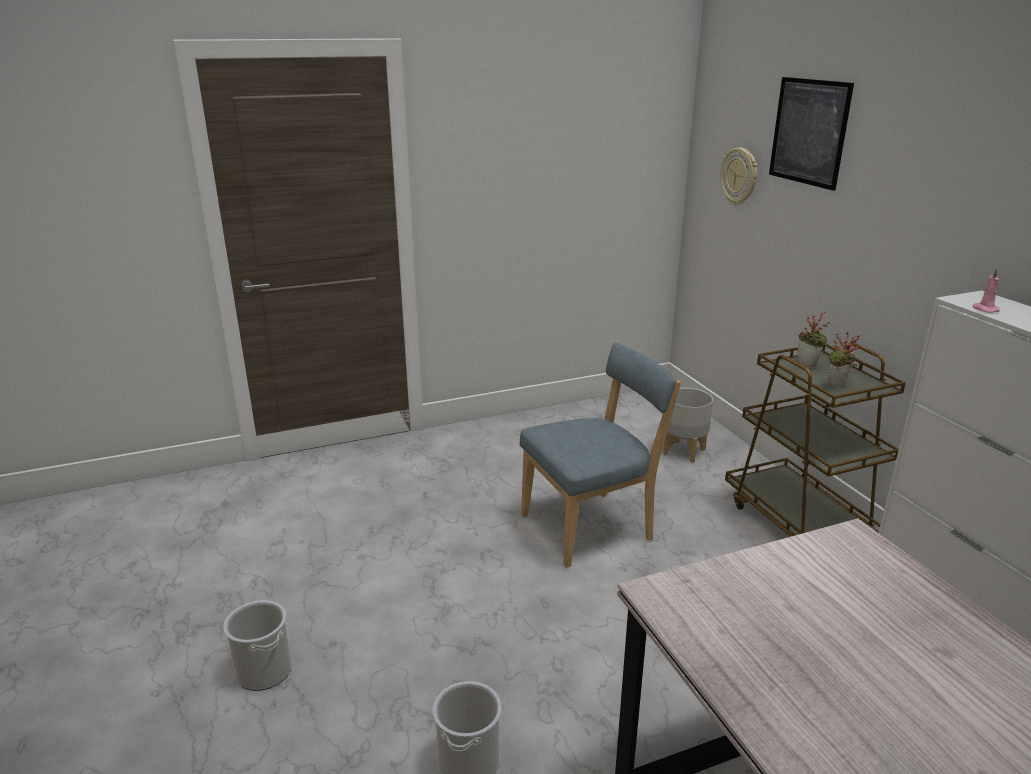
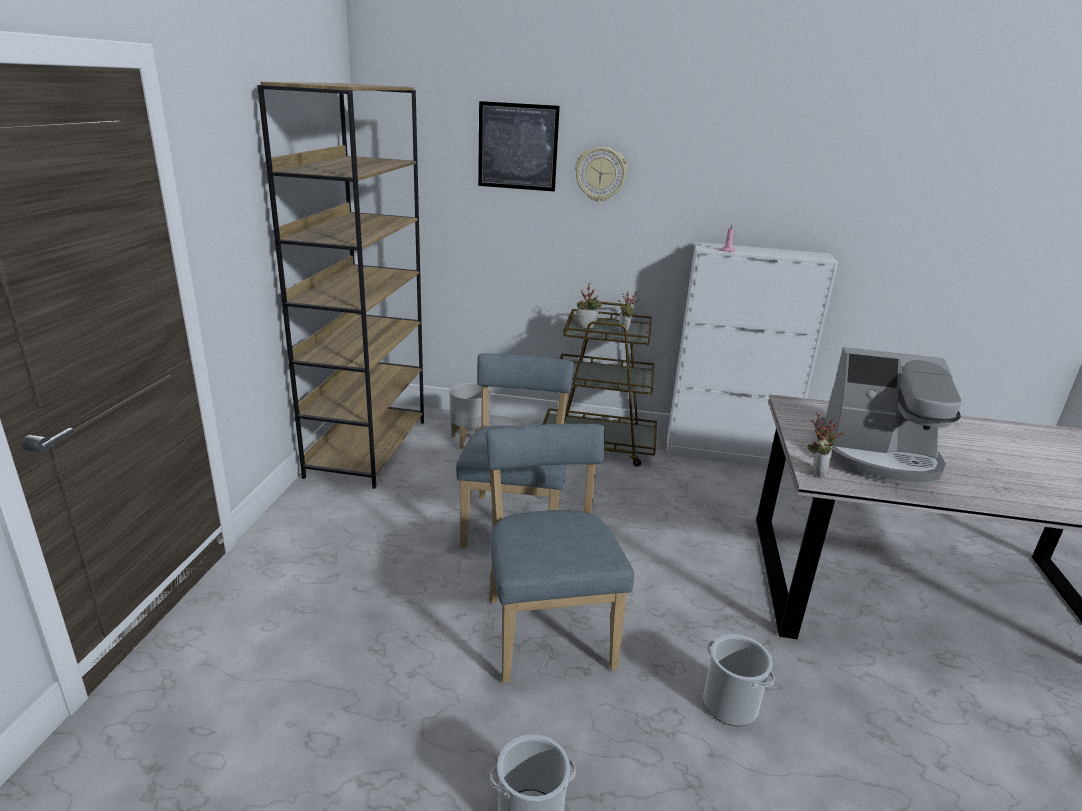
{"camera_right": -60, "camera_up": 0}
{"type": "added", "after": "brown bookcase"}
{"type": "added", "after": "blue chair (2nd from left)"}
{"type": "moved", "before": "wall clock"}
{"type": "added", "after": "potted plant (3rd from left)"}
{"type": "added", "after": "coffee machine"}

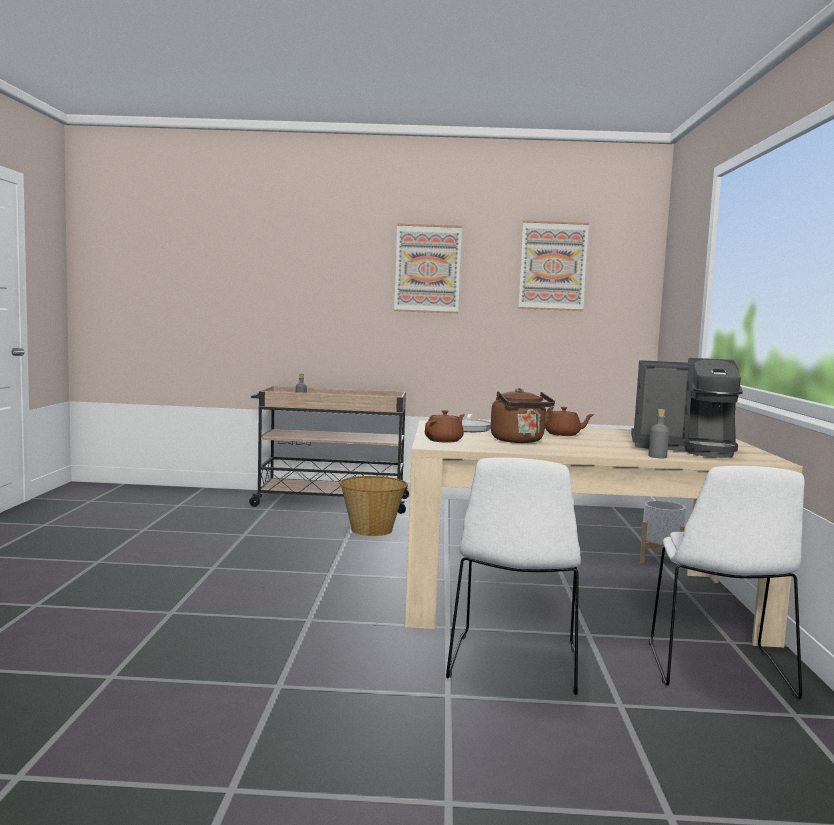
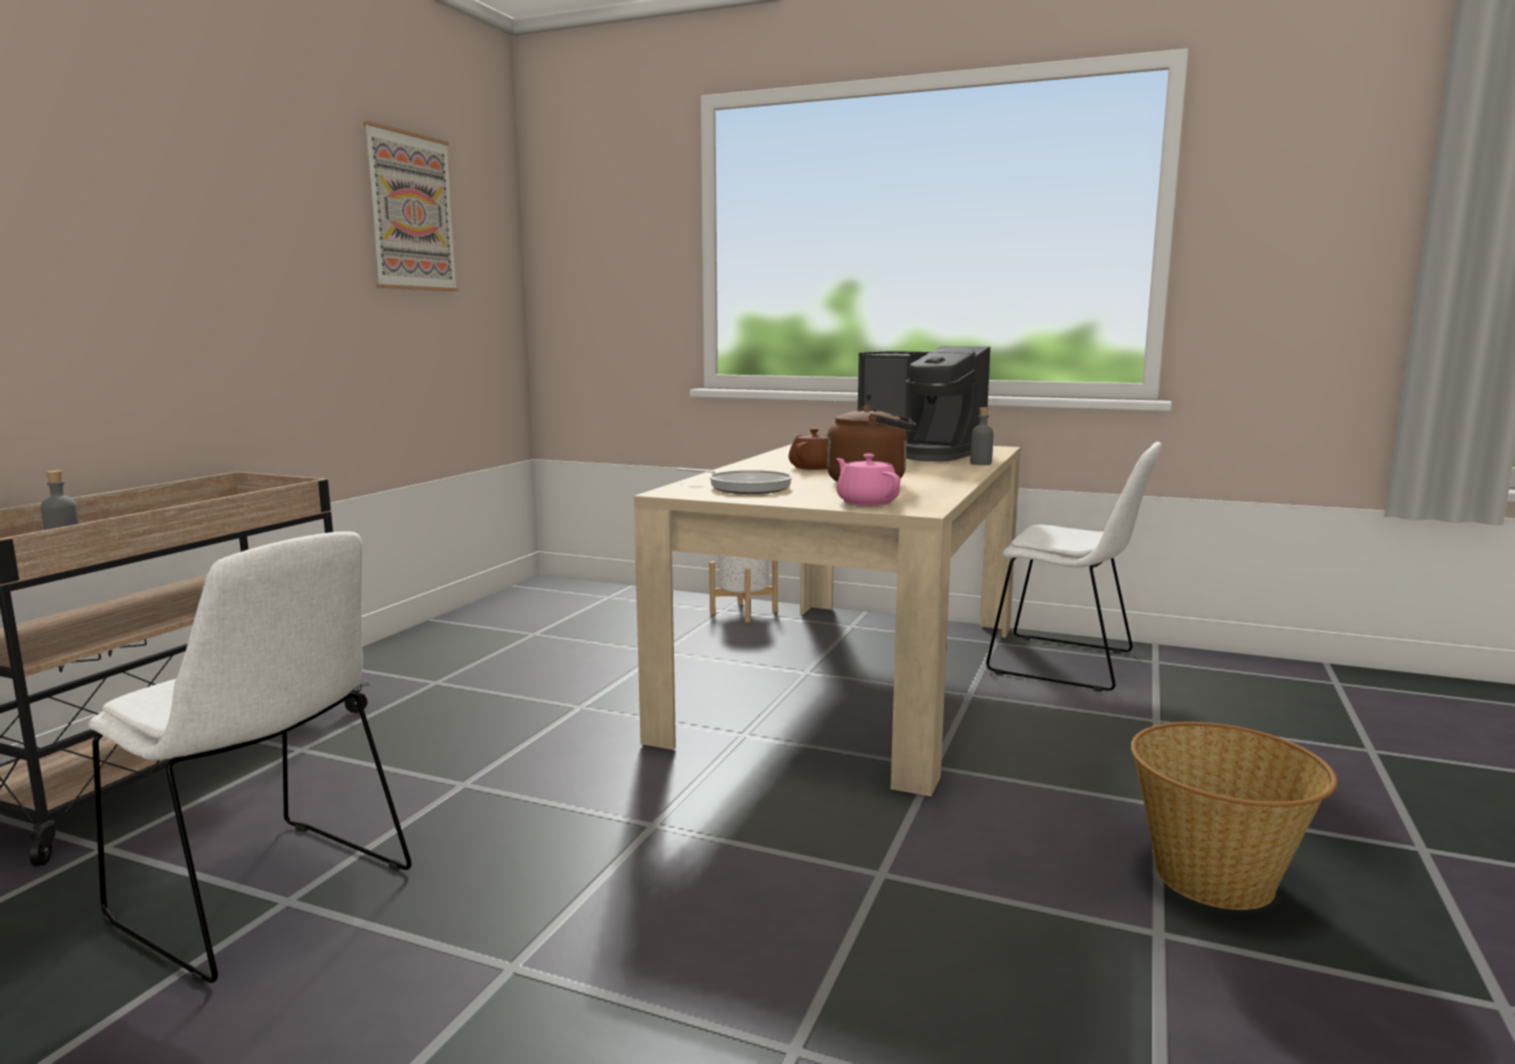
{"camera_right": -70, "camera_up": 5}
{"type": "moved", "before": "white chair (1st from left)"}
{"type": "recoloured", "before": "brown teapot (1st from left)", "after": "pink teapot"}
{"type": "turned", "before": "coffee machine", "turn": 90}
{"type": "moved", "before": "basket"}
{"type": "removed", "before": "picture (1st from left)"}

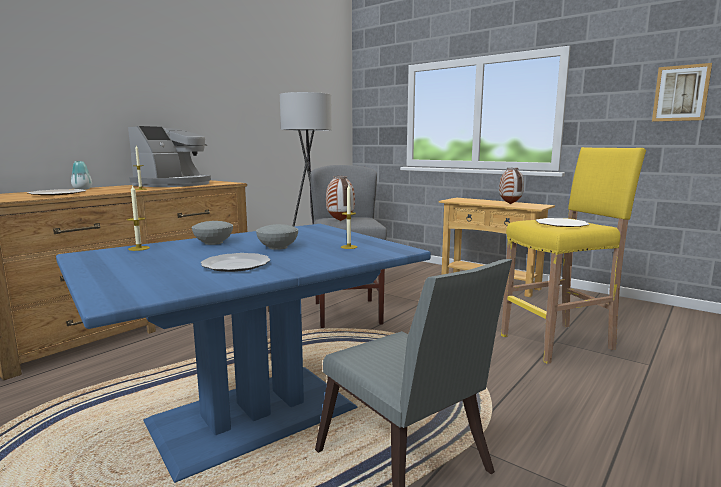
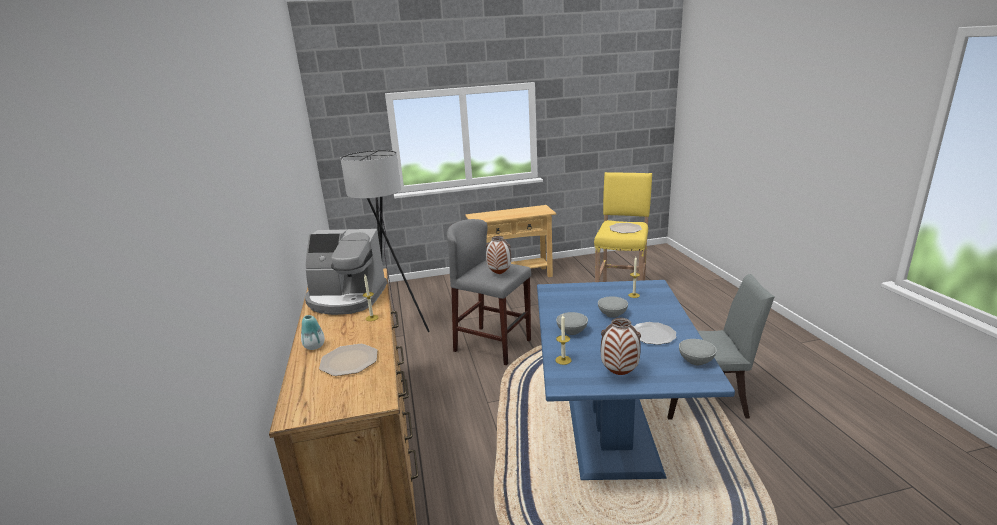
{"camera_right": -50, "camera_up": 10}
{"type": "turned", "before": "coffee machine", "turn": 120}
{"type": "moved", "before": "vase (3rd from left)"}
{"type": "added", "after": "grey bowl (3rd from left)"}
{"type": "removed", "before": "picture"}

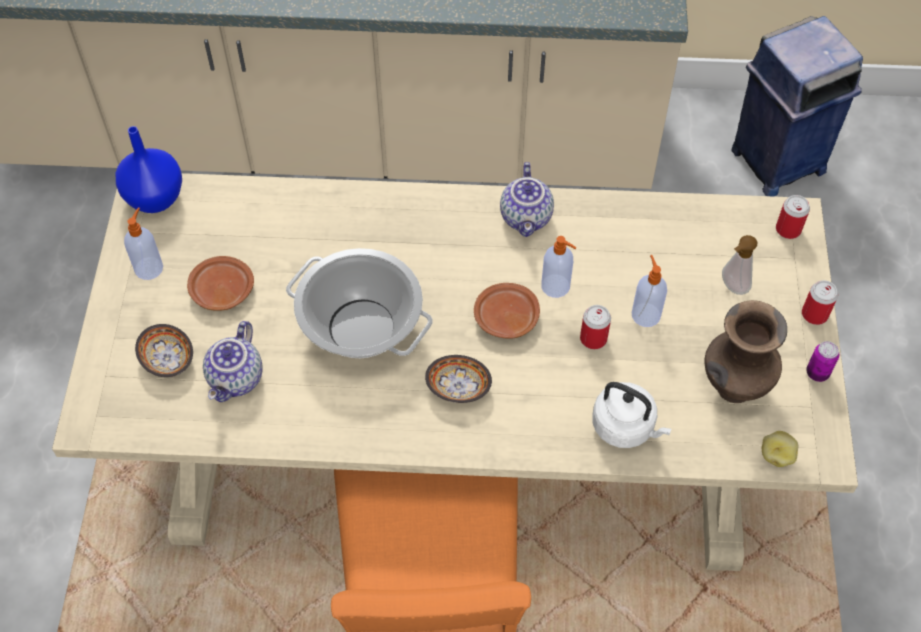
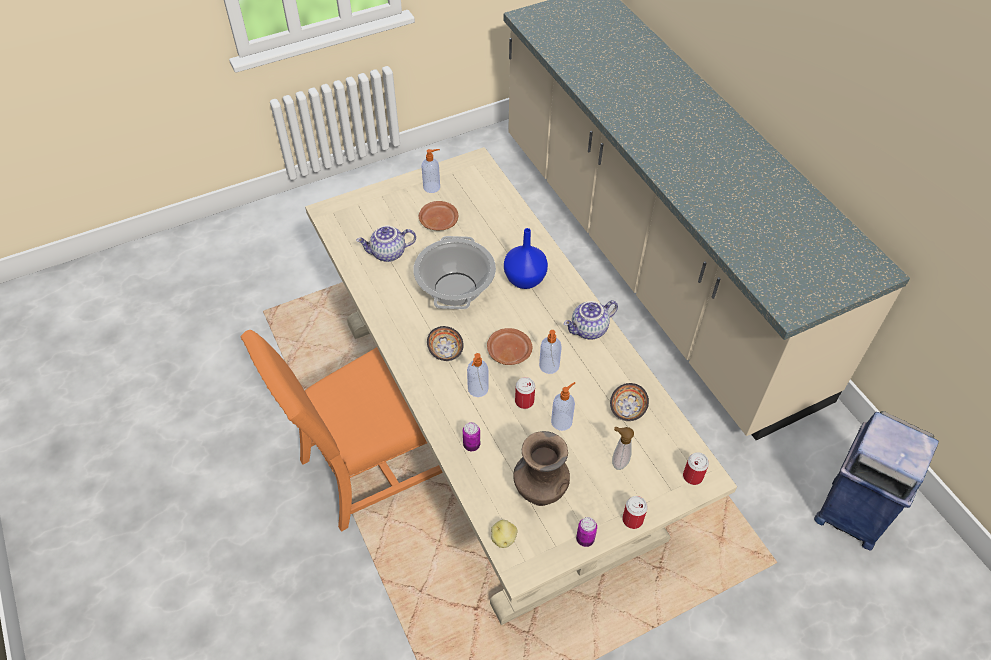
{"camera_right": 60, "camera_up": -5}
{"type": "replaced", "before": "white kettle", "after": "can (1st from left)"}
{"type": "added", "after": "soap dispenser (2nd from left)"}
{"type": "moved", "before": "blue vase"}
{"type": "moved", "before": "bowl (1st from left in the first image)", "after": "bowl (2nd from left)"}

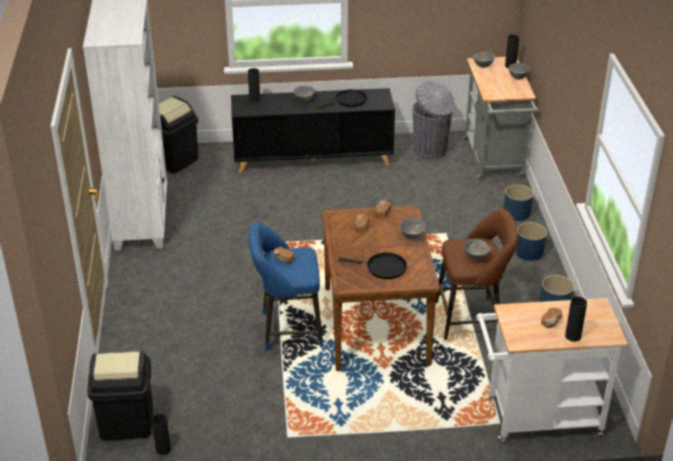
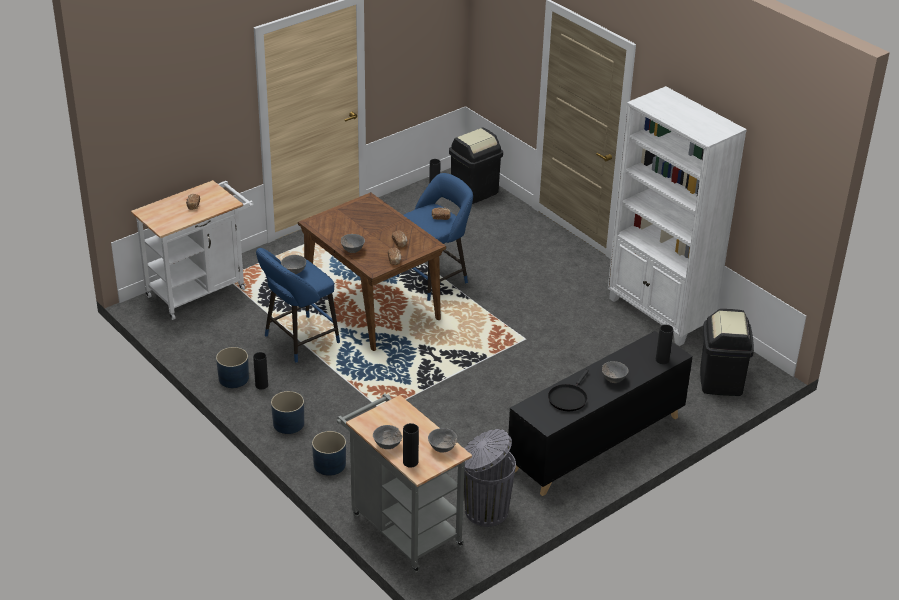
{"camera_right": 145, "camera_up": 0}
{"type": "moved", "before": "black vase (4th from left in the first image)", "after": "black vase (1st from left)"}
{"type": "recoloured", "before": "brown stool", "after": "blue stool (1st from left)"}
{"type": "removed", "before": "black frying pan (2nd from left)"}

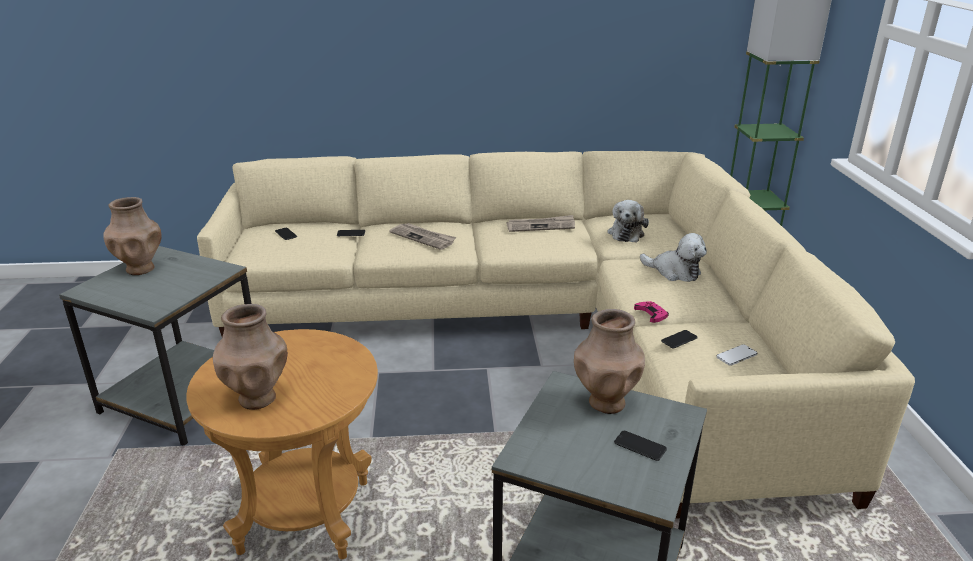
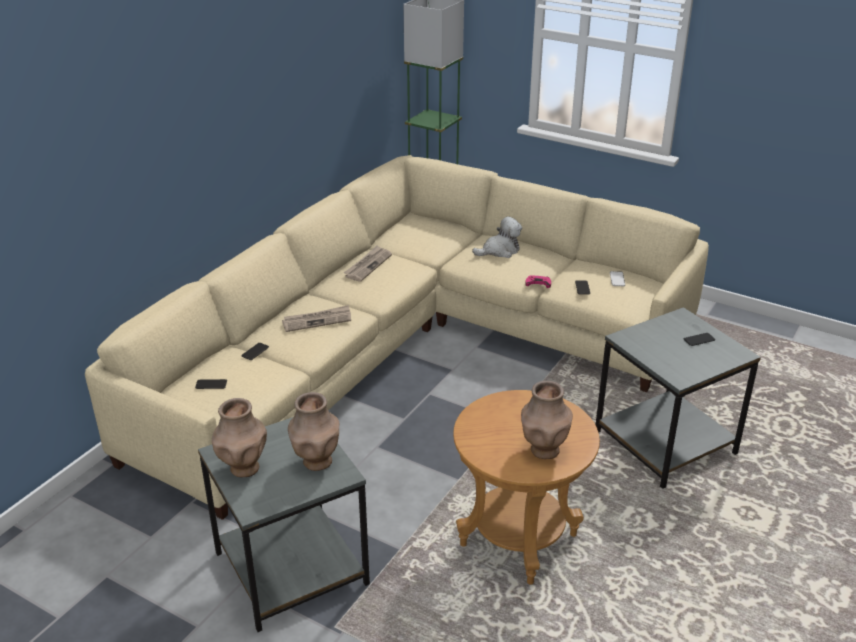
{"camera_right": -55, "camera_up": 5}
{"type": "moved", "before": "brown vase (3rd from left in the first image)", "after": "brown vase (2nd from left)"}
{"type": "removed", "before": "plush toy (1st from left)"}

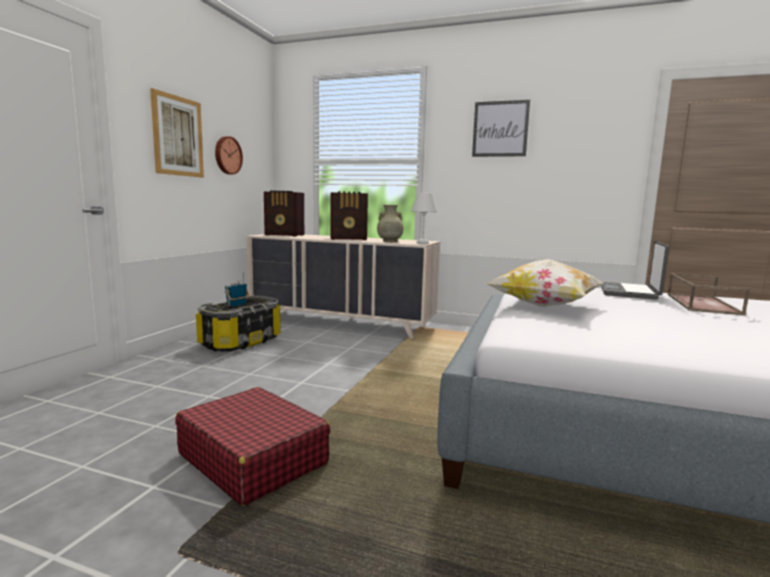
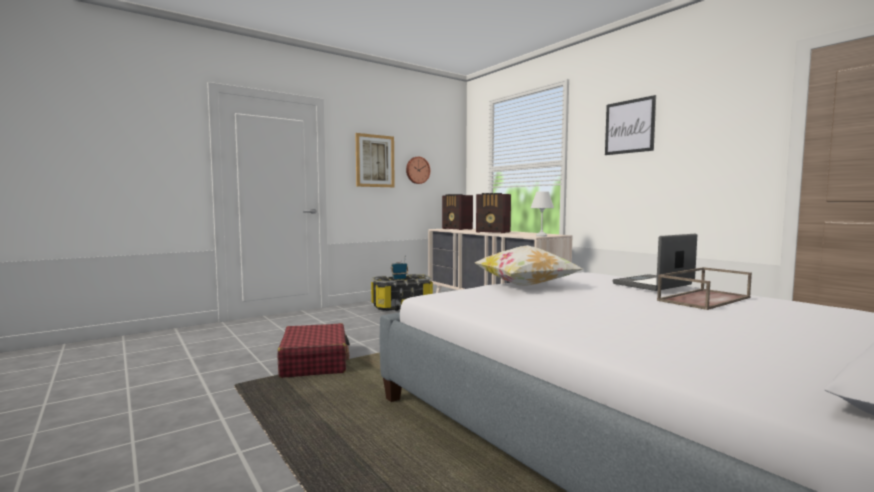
{"camera_right": 35, "camera_up": -5}
{"type": "removed", "before": "beige vase"}

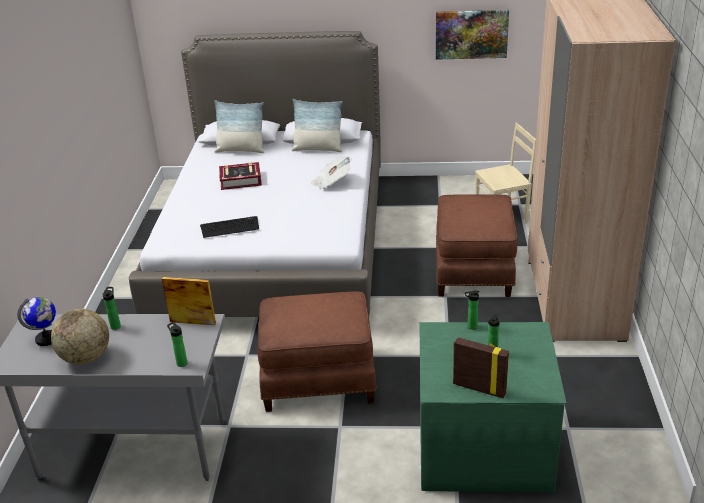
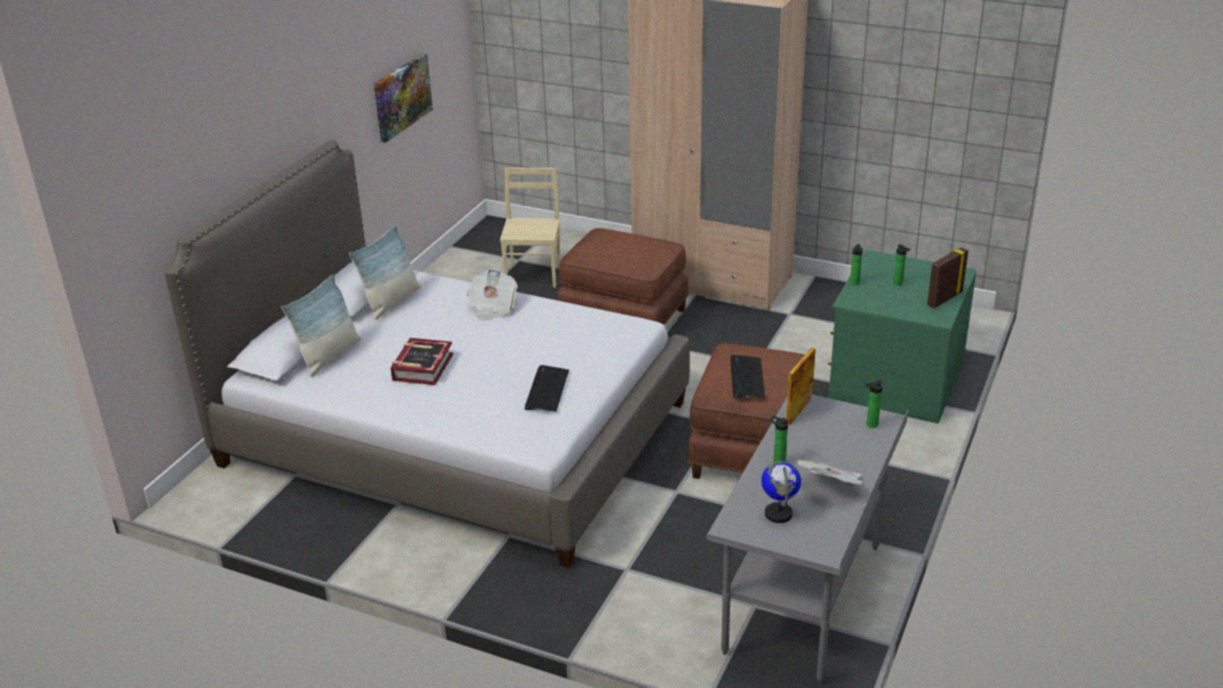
{"camera_right": -70, "camera_up": 0}
{"type": "added", "after": "keyboard (2nd from left)"}
{"type": "replaced", "before": "globe (2nd from left)", "after": "newspaper (2nd from left)"}

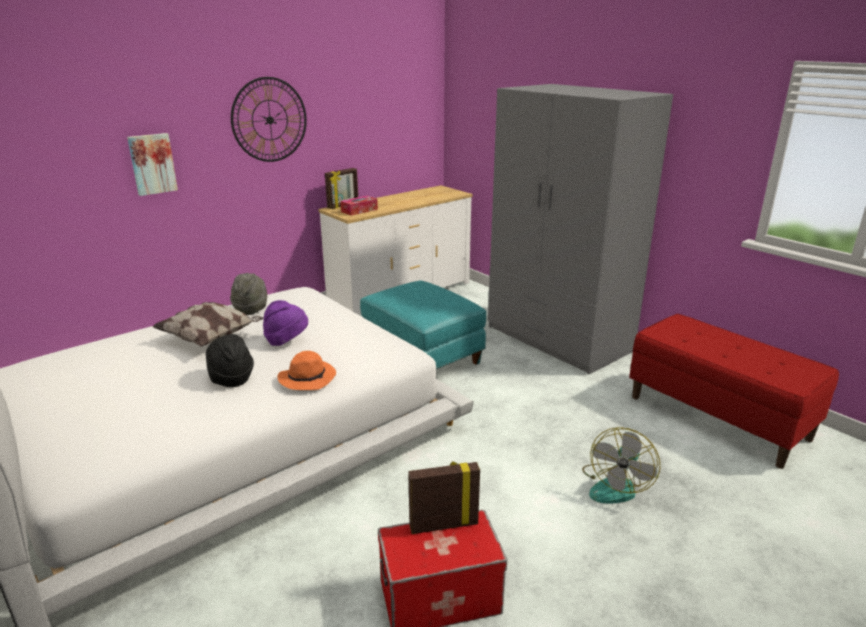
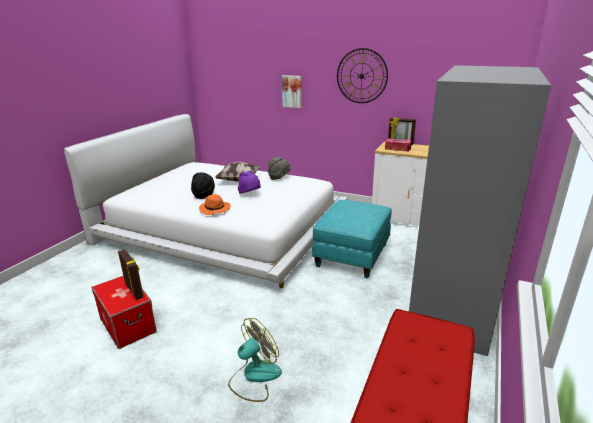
{"camera_right": 65, "camera_up": 0}
{"type": "turned", "before": "fan", "turn": 135}

